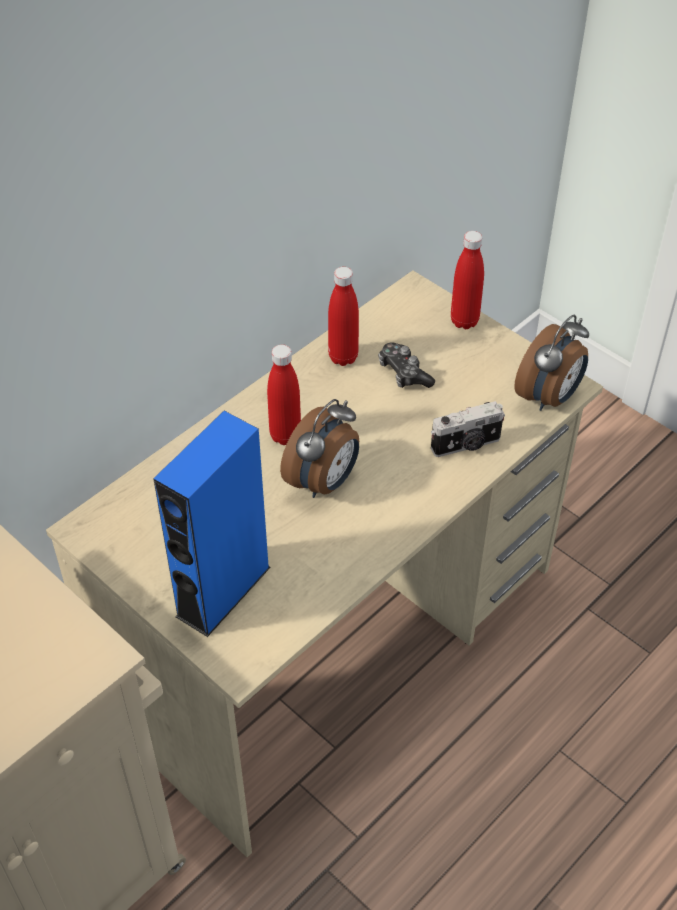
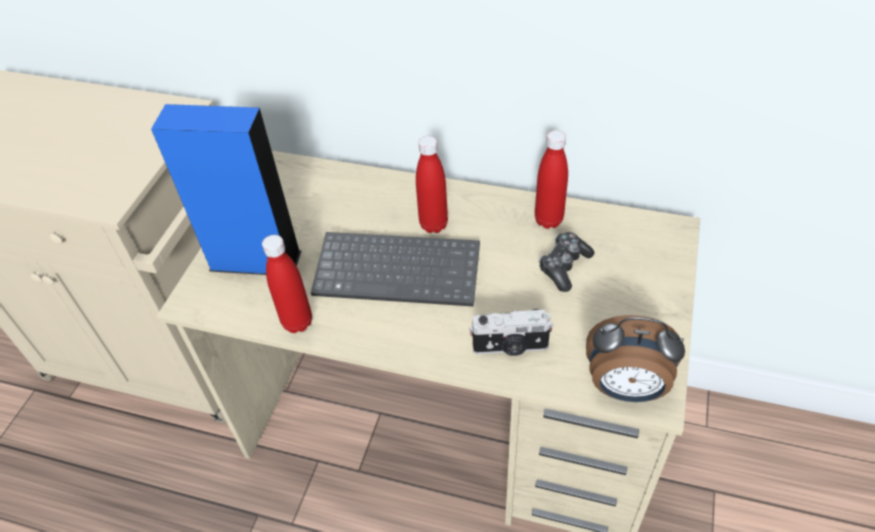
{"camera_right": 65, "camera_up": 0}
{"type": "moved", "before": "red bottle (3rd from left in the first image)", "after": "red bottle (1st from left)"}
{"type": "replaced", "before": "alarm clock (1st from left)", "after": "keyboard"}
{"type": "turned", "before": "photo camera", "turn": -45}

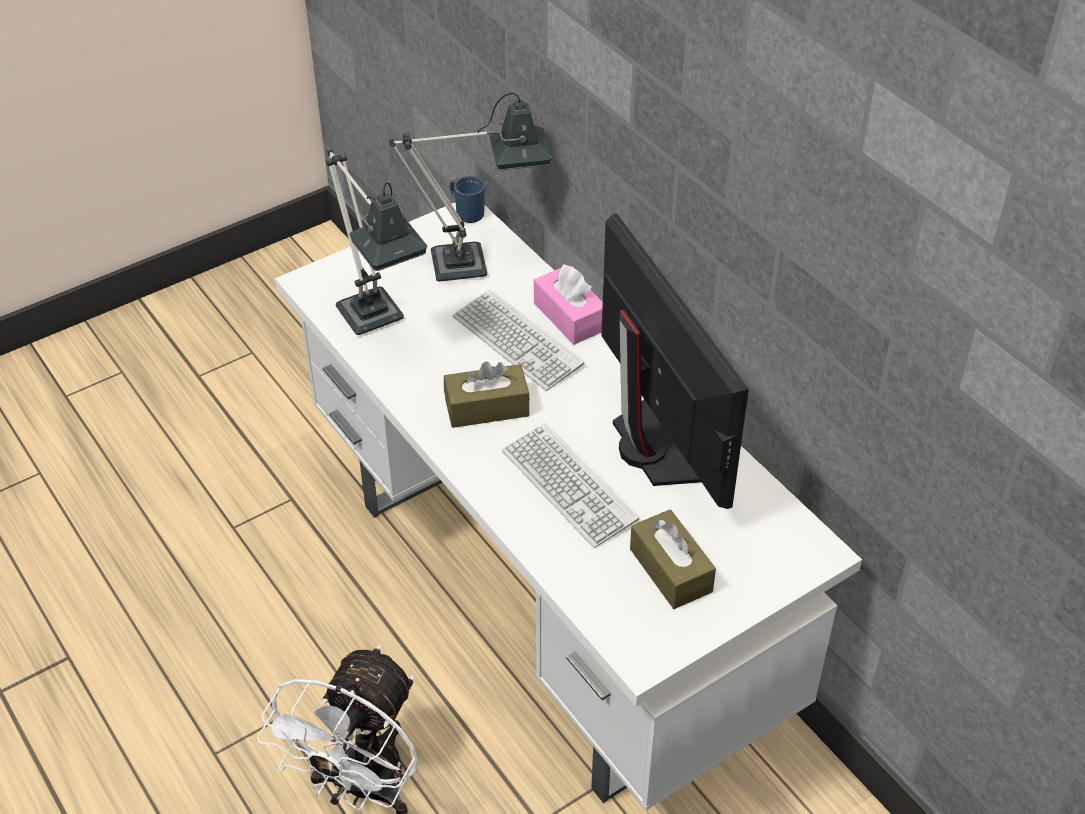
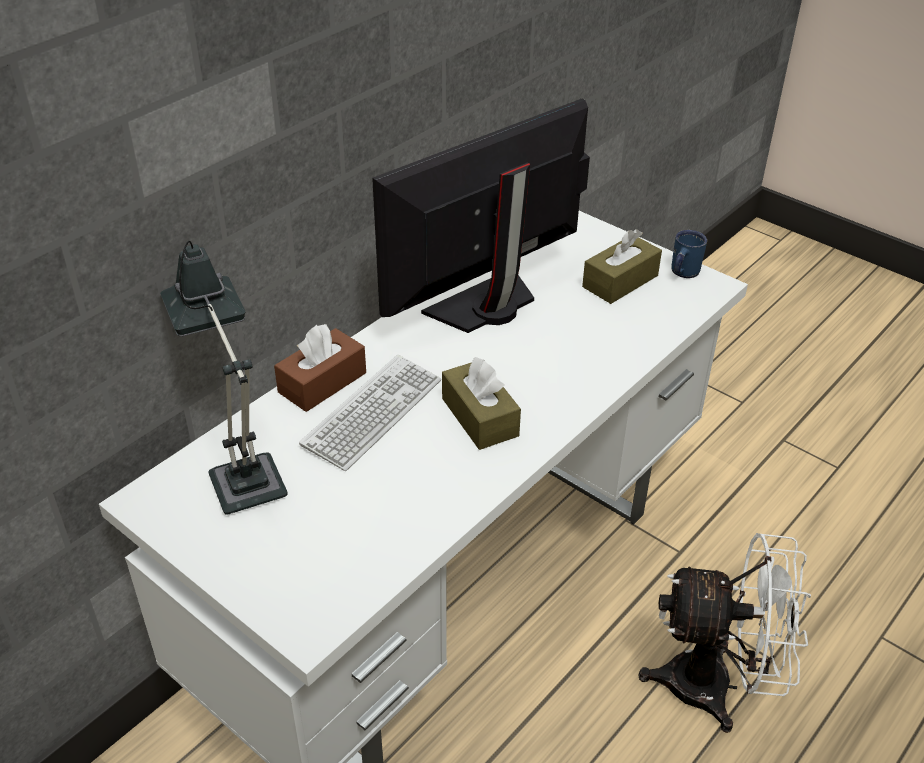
{"camera_right": -105, "camera_up": -5}
{"type": "recoloured", "before": "pink tissue box", "after": "brown tissue box (1st from left)"}
{"type": "moved", "before": "blue mug"}
{"type": "removed", "before": "table lamp (1st from left)"}
{"type": "removed", "before": "keyboard (2nd from left)"}

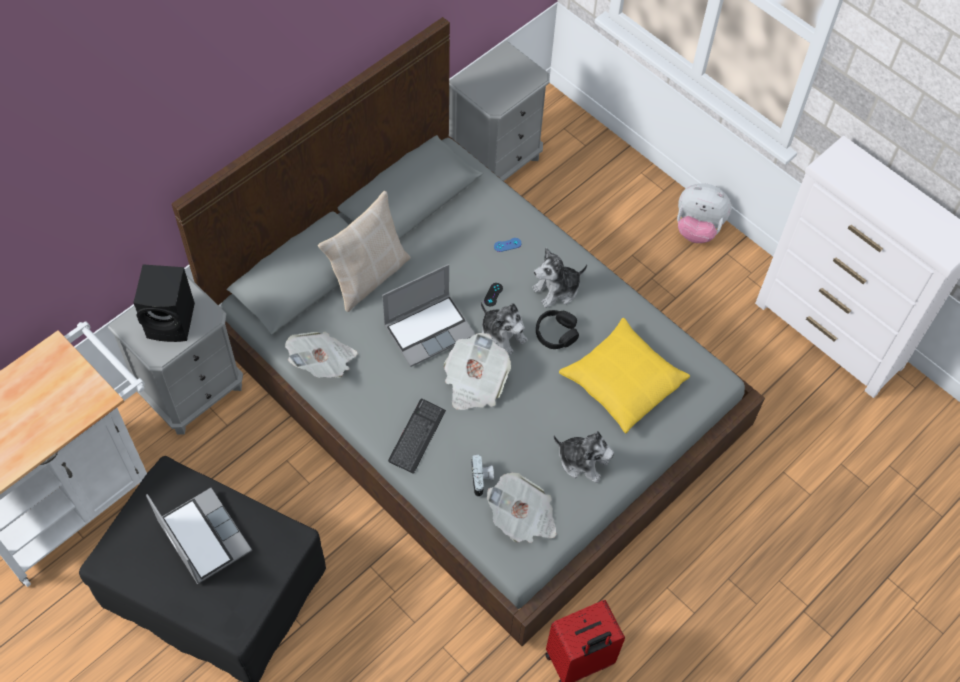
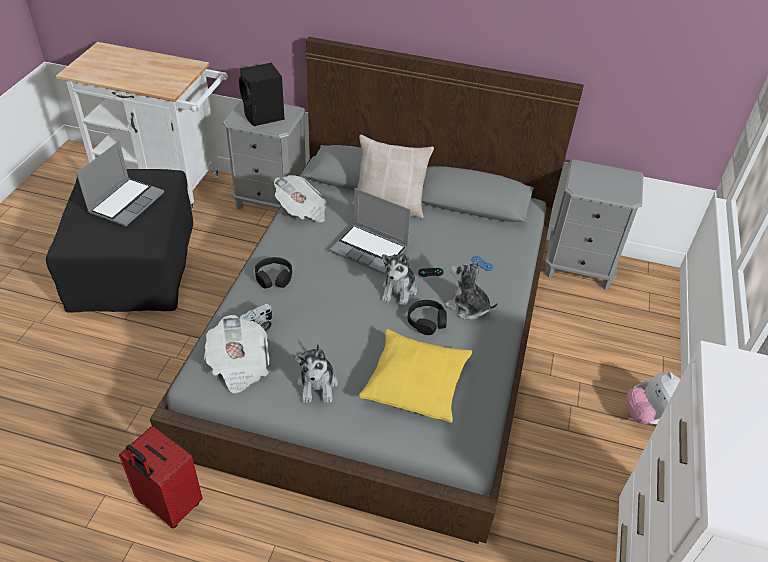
{"camera_right": 60, "camera_up": -15}
{"type": "replaced", "before": "keyboard", "after": "black headphones (1st from left)"}
{"type": "removed", "before": "newspaper (2nd from left)"}

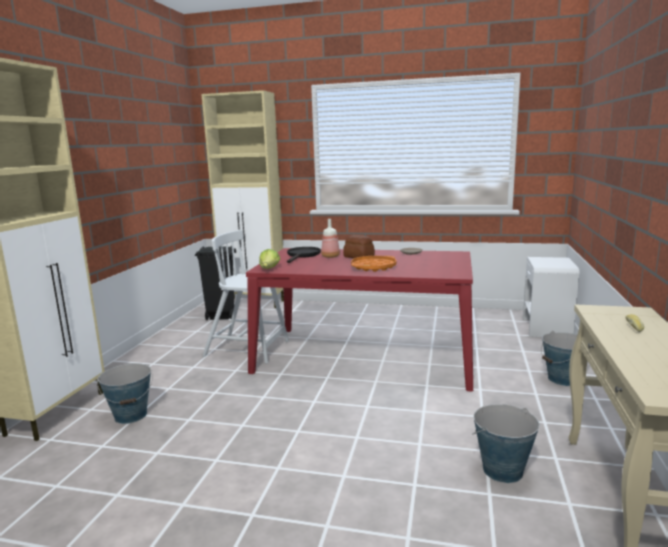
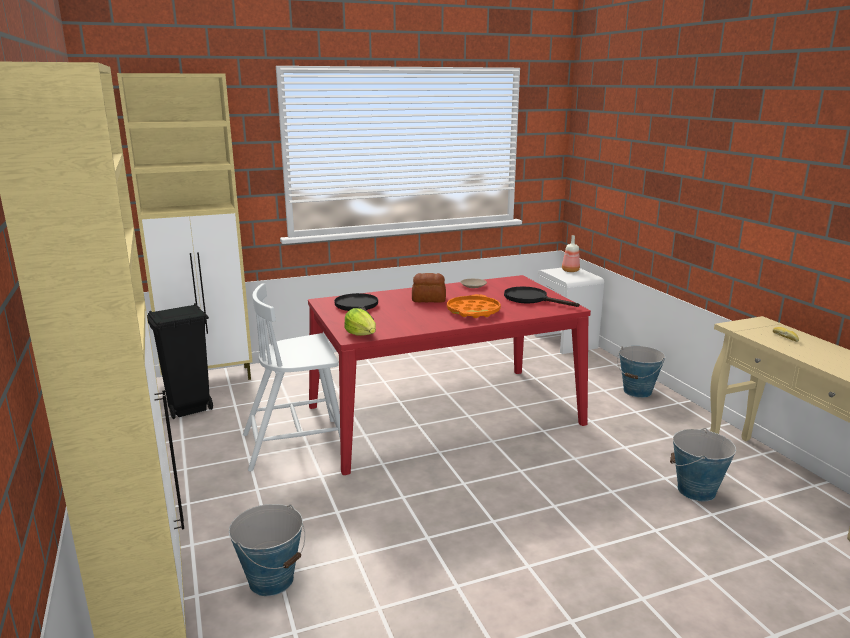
{"camera_right": -35, "camera_up": 5}
{"type": "added", "after": "black frying pan (2nd from left)"}
{"type": "moved", "before": "bottle"}

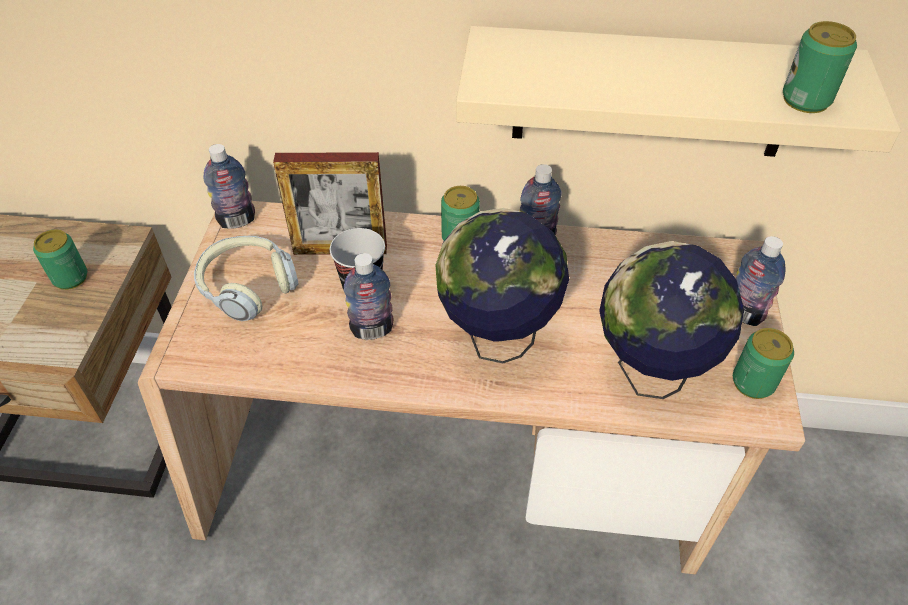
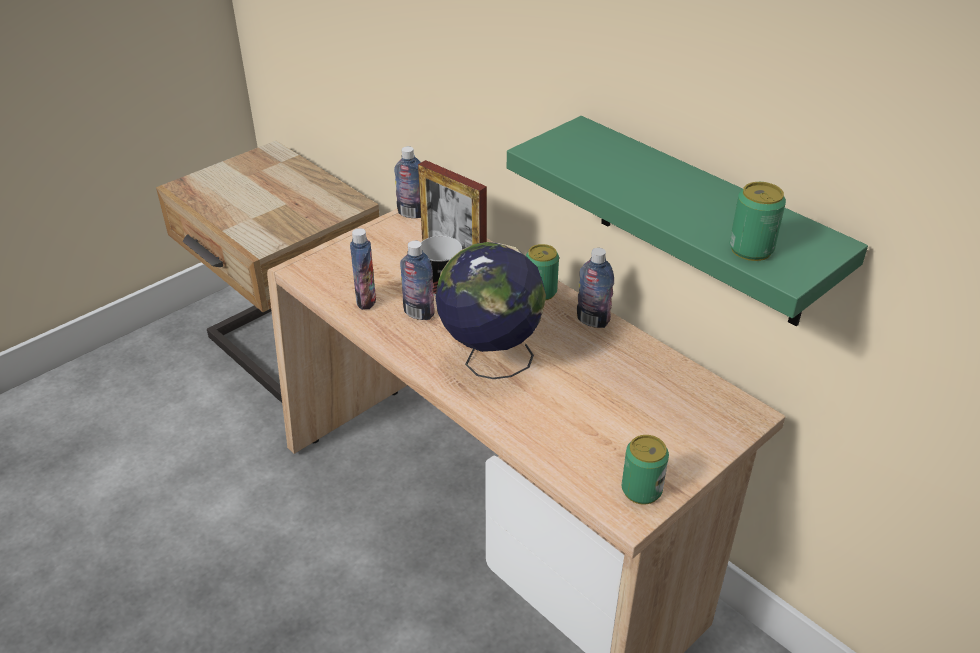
{"camera_right": 40, "camera_up": -10}
{"type": "moved", "before": "bottle (4th from left in the first image)", "after": "bottle (1st from left)"}
{"type": "recoloured", "before": "beige shelf", "after": "green shelf"}
{"type": "removed", "before": "can (1st from left)"}
{"type": "removed", "before": "headphones"}
{"type": "removed", "before": "globe (2nd from left)"}

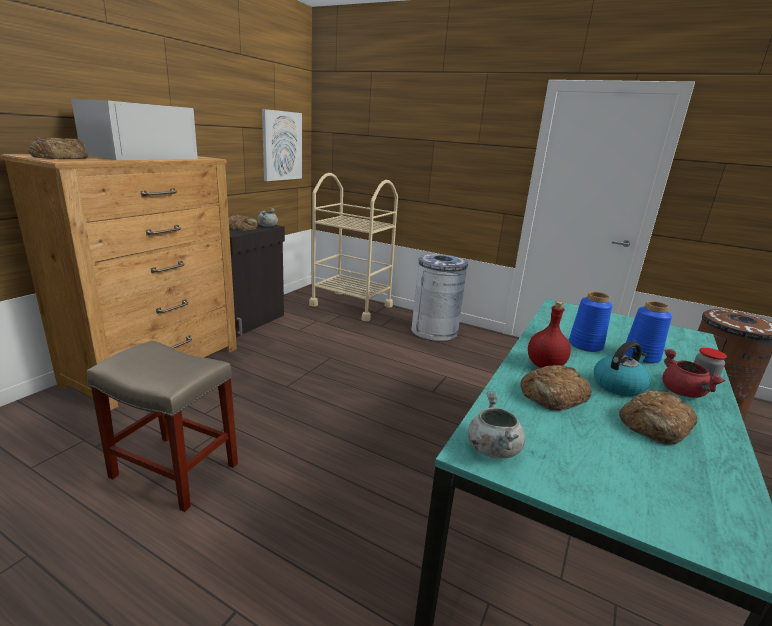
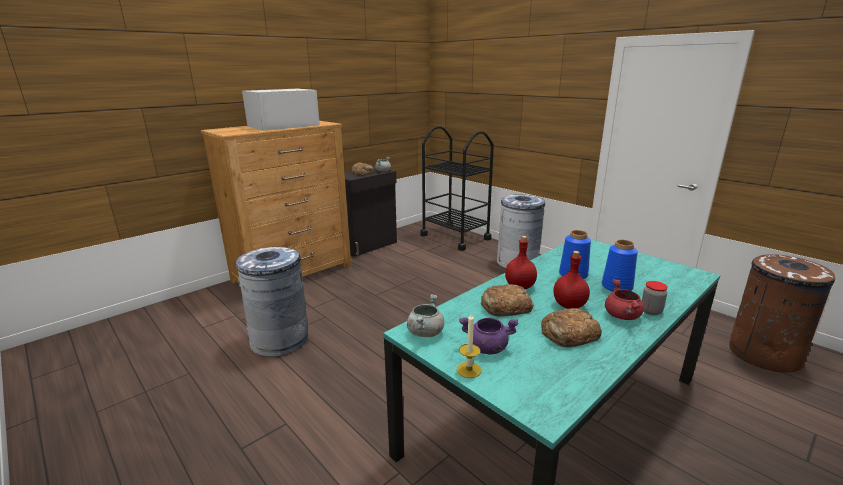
{"camera_right": 20, "camera_up": 0}
{"type": "replaced", "before": "beige stool", "after": "grey trash can (1st from left)"}
{"type": "recoloured", "before": "beige cart", "after": "black cart"}
{"type": "added", "after": "candle"}
{"type": "added", "after": "purple cooking pot"}
{"type": "replaced", "before": "kettle", "after": "red bottle (2nd from left)"}
{"type": "removed", "before": "bread (1st from left)"}
{"type": "removed", "before": "picture"}

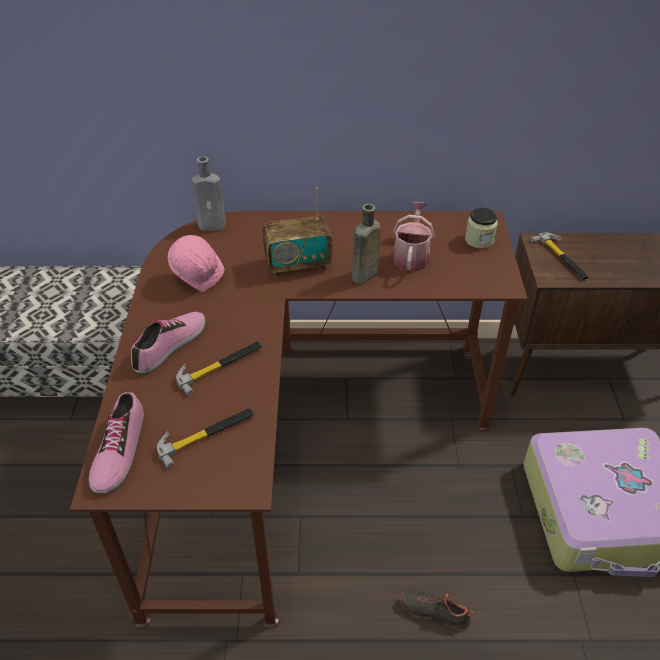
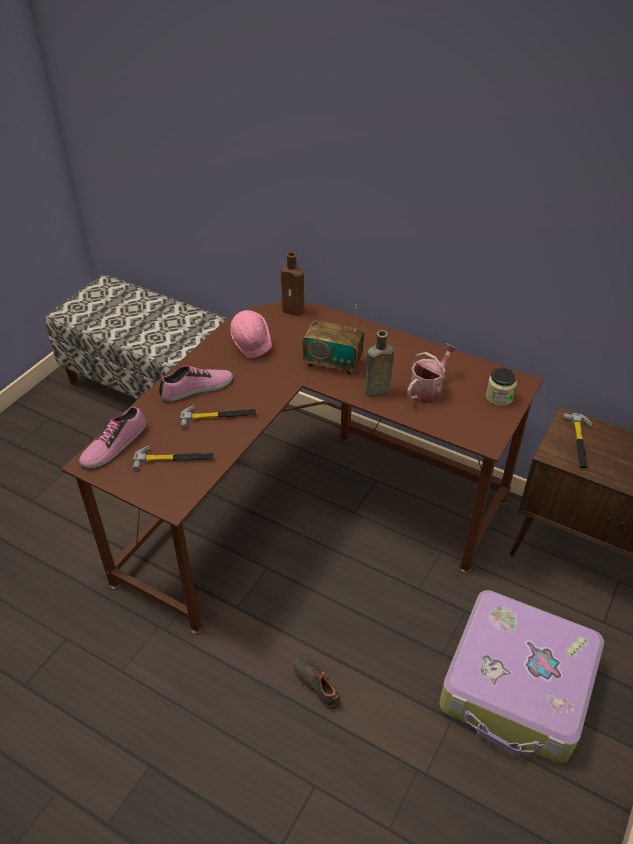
{"camera_right": 30, "camera_up": 0}
{"type": "recoloured", "before": "grey bottle", "after": "brown bottle (1st from left)"}

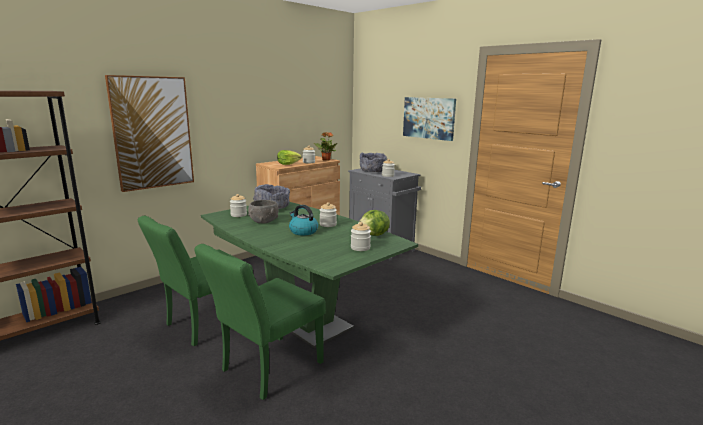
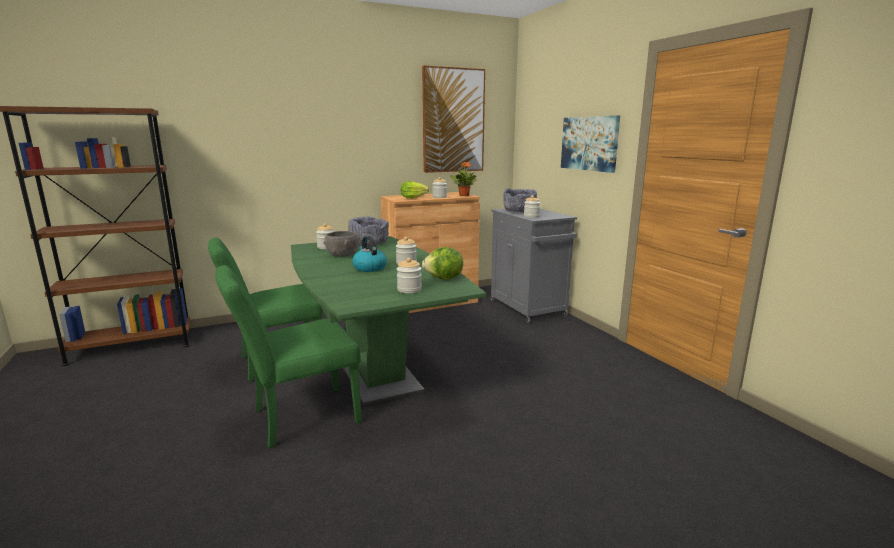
{"camera_right": 20, "camera_up": 0}
{"type": "moved", "before": "picture (1st from left)"}

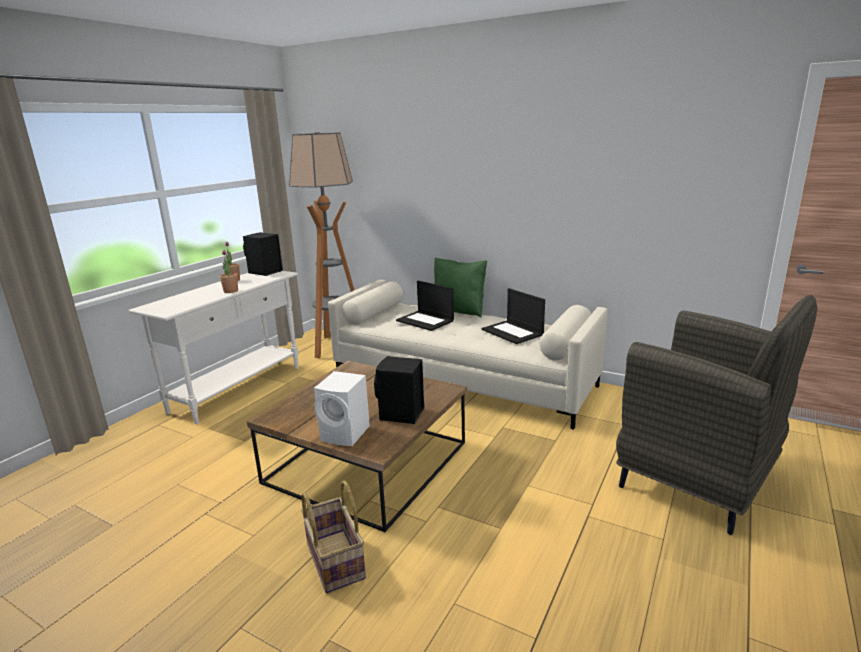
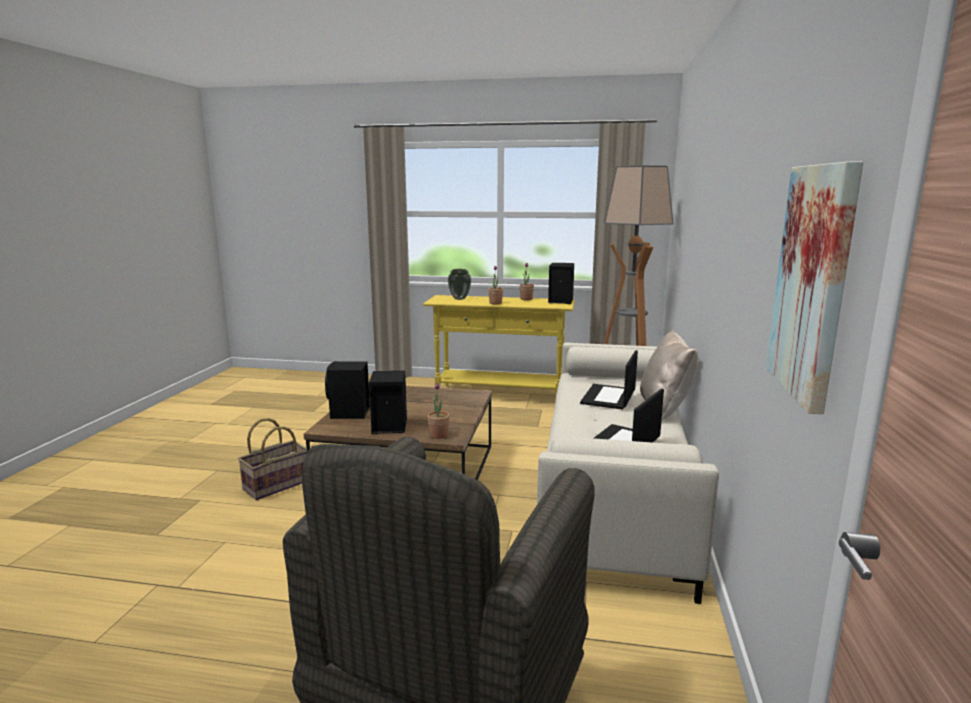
{"camera_right": 70, "camera_up": -5}
{"type": "recoloured", "before": "white speaker", "after": "black speaker (1st from left)"}
{"type": "recoloured", "before": "white console table", "after": "yellow console table"}
{"type": "added", "after": "potted plant (1st from left)"}
{"type": "added", "after": "vase"}
{"type": "recoloured", "before": "green pillow", "after": "beige pillow"}
{"type": "added", "after": "picture"}

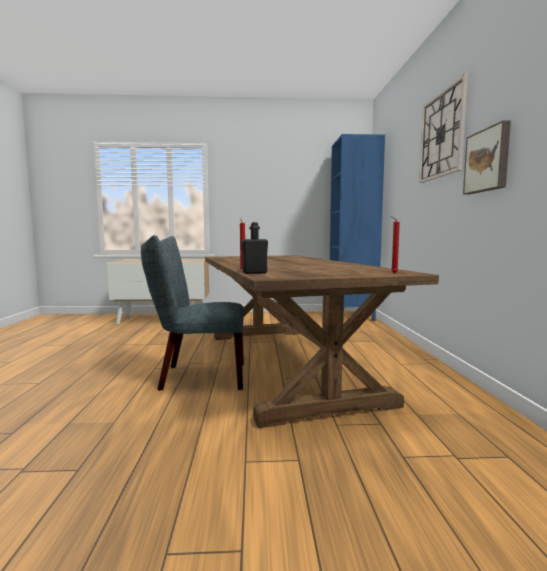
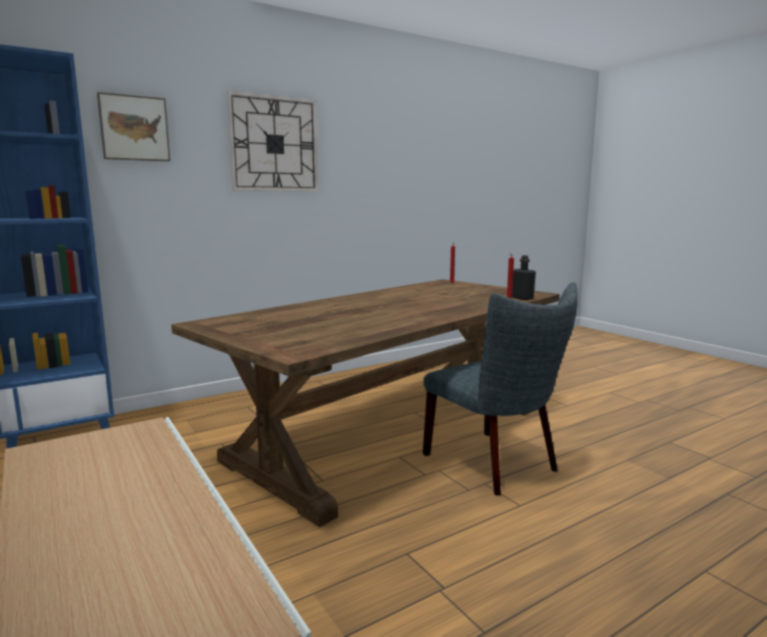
{"camera_right": -120, "camera_up": 5}
{"type": "moved", "before": "picture"}

